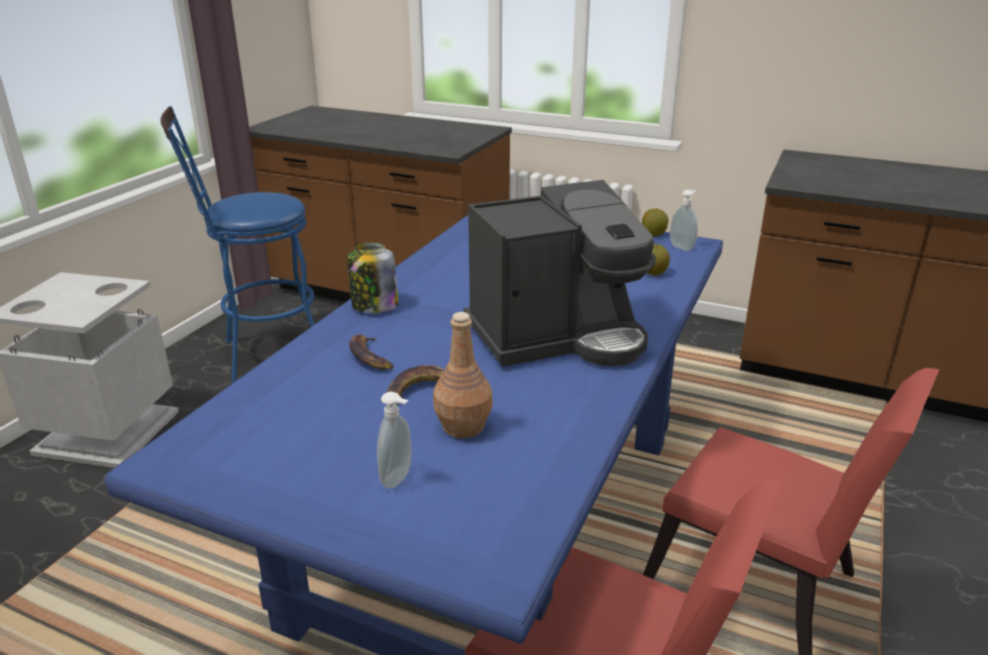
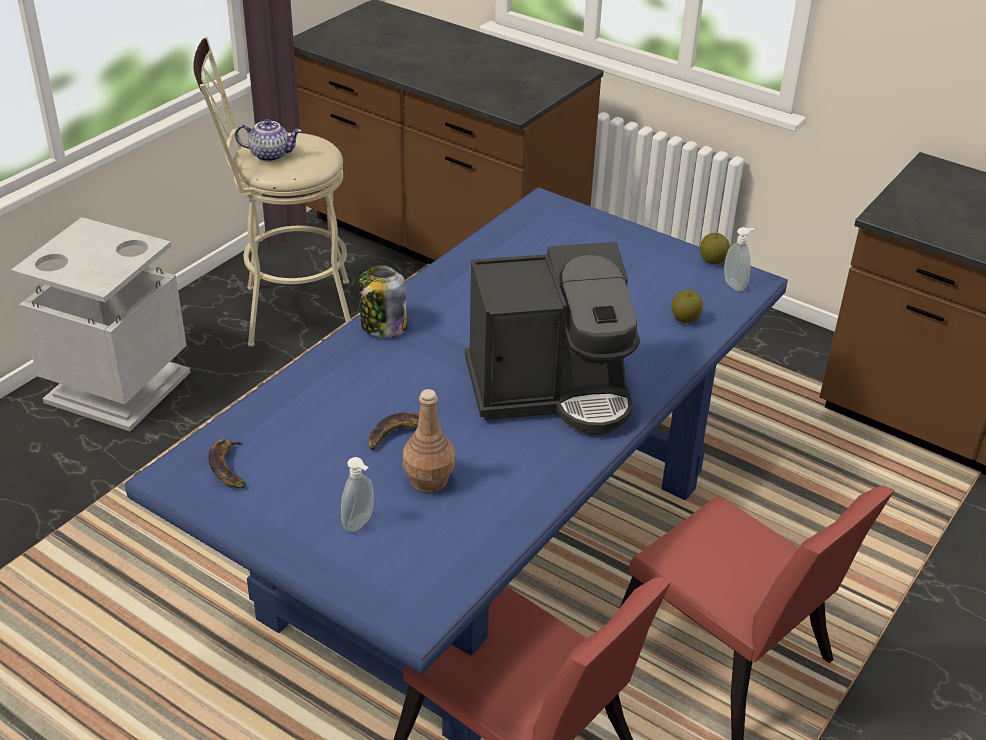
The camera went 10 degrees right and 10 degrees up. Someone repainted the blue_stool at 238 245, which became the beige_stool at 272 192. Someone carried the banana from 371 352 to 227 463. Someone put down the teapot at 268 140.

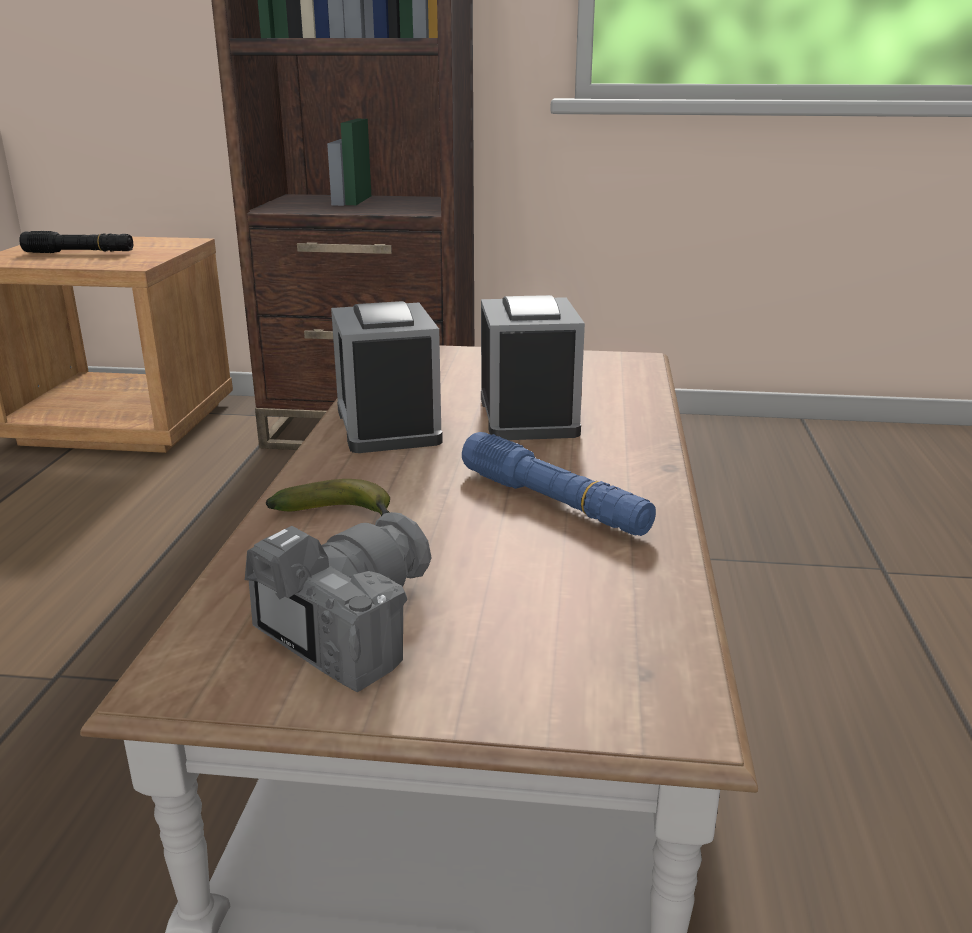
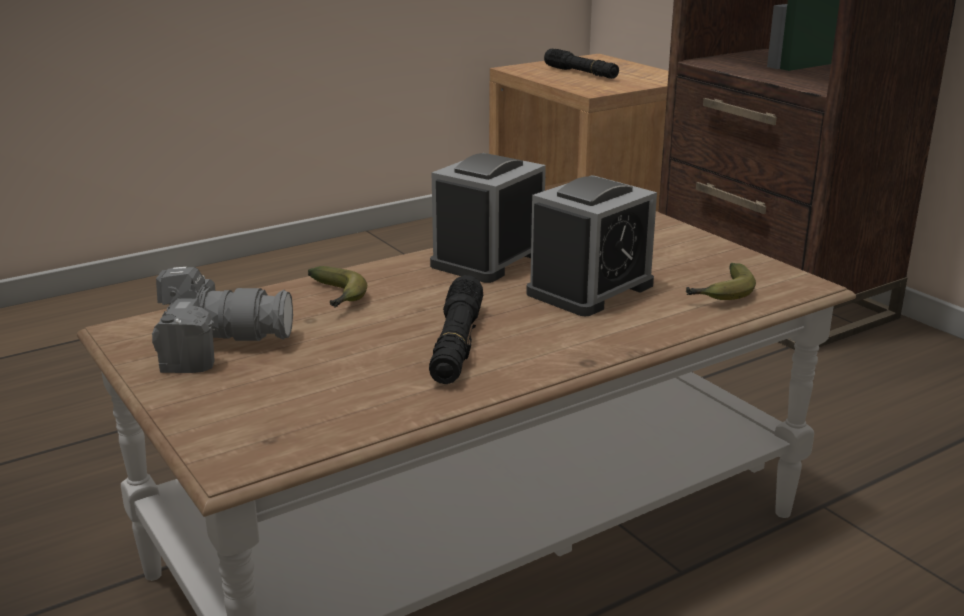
The camera went 50 degrees right and 0 degrees up. Someone repainted the blue_flashlight at 559 484, which became the black_flashlight at 456 329. Someone put down the banana at 721 281.

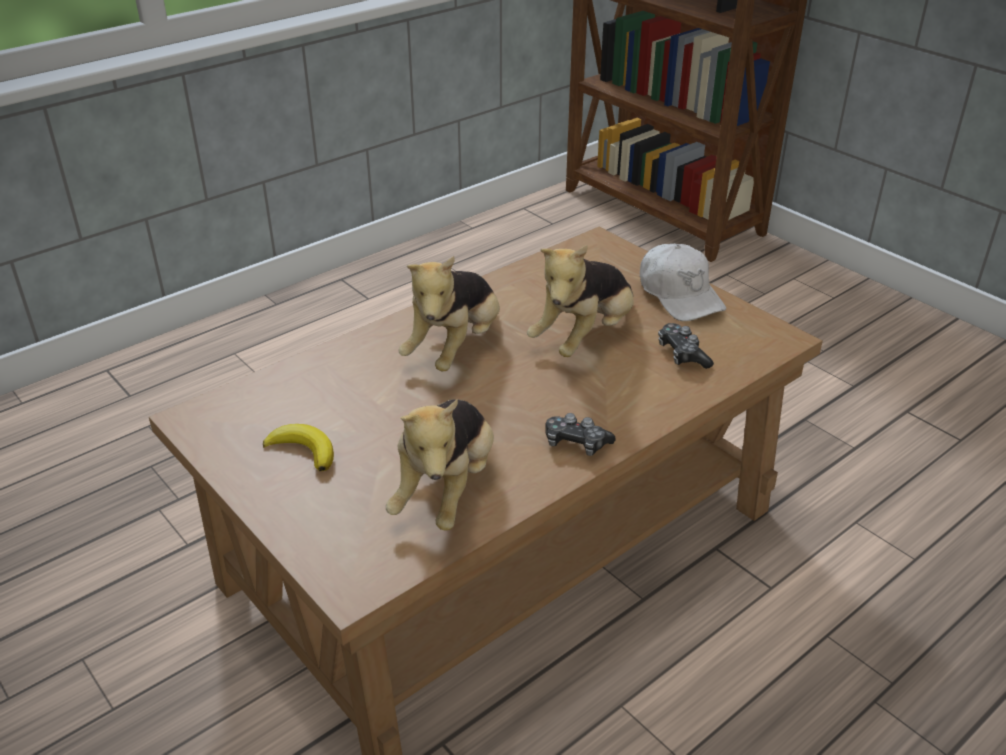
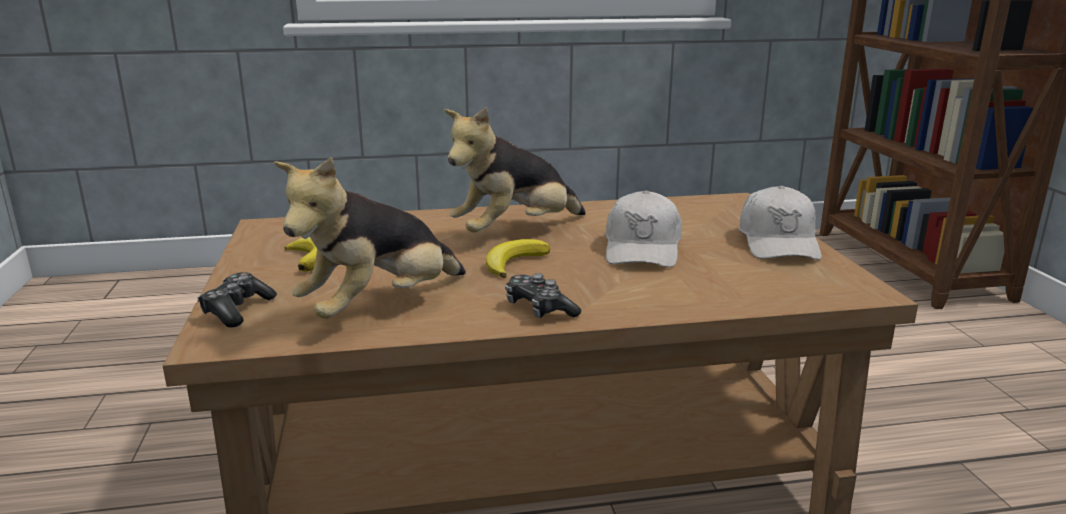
The camera went 30 degrees right and 15 degrees down. Someone swapped the plush_toy at 580 301 for the white_cap at 643 228. Someone carried the game_controller from 686 346 to 237 300. Someone put down the banana at 518 258.

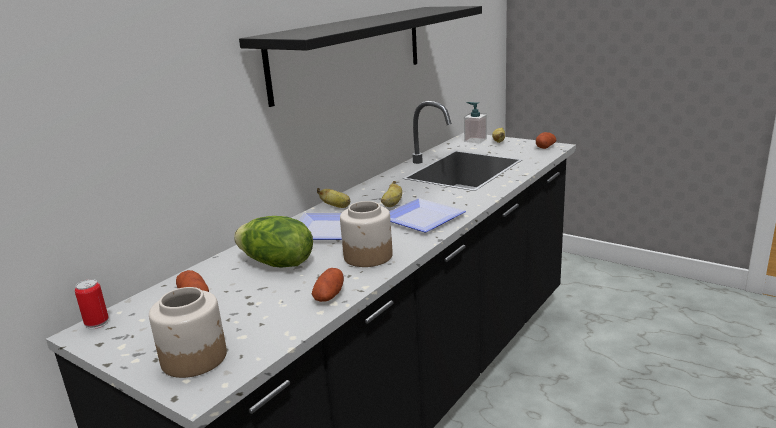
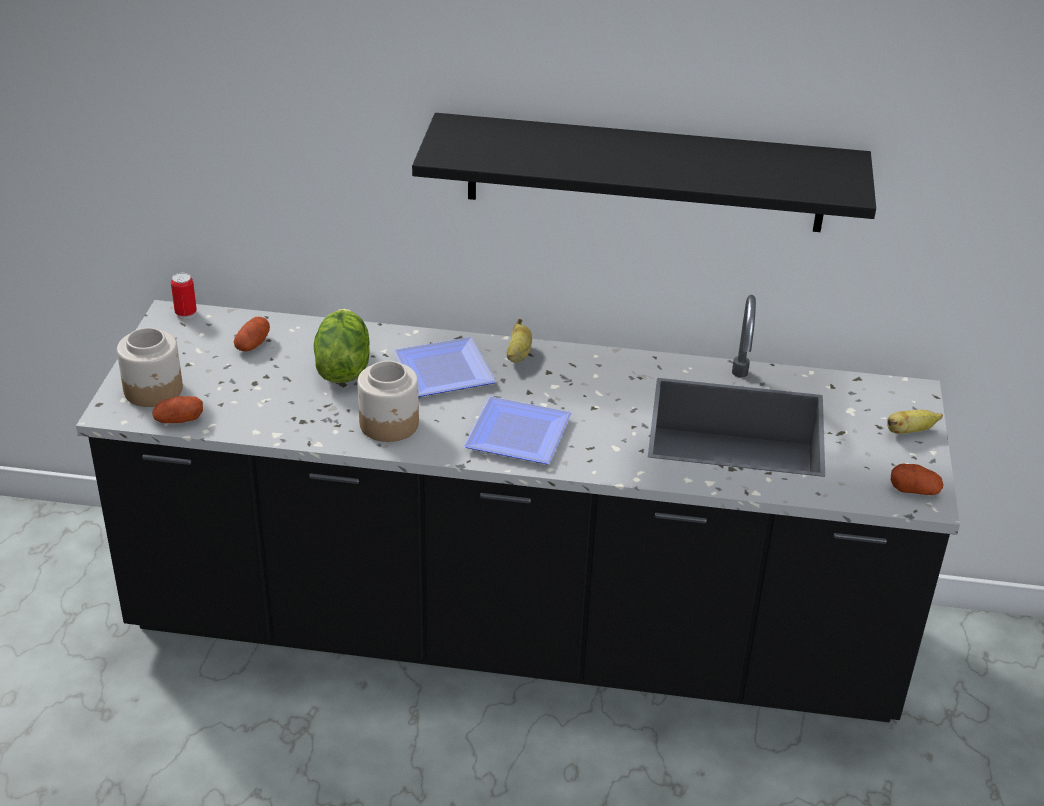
The camera went 60 degrees right and 15 degrees up. Someone took away the soap_dispenser at 475 122. Someone took away the banana at 391 194. Someone carried the potato from 328 285 to 177 409.

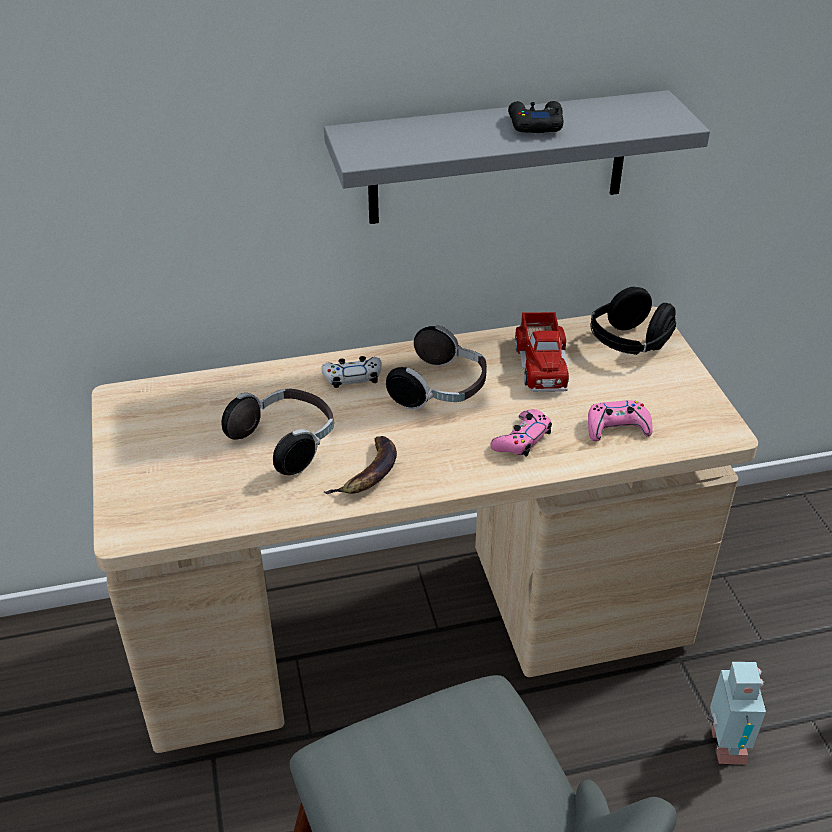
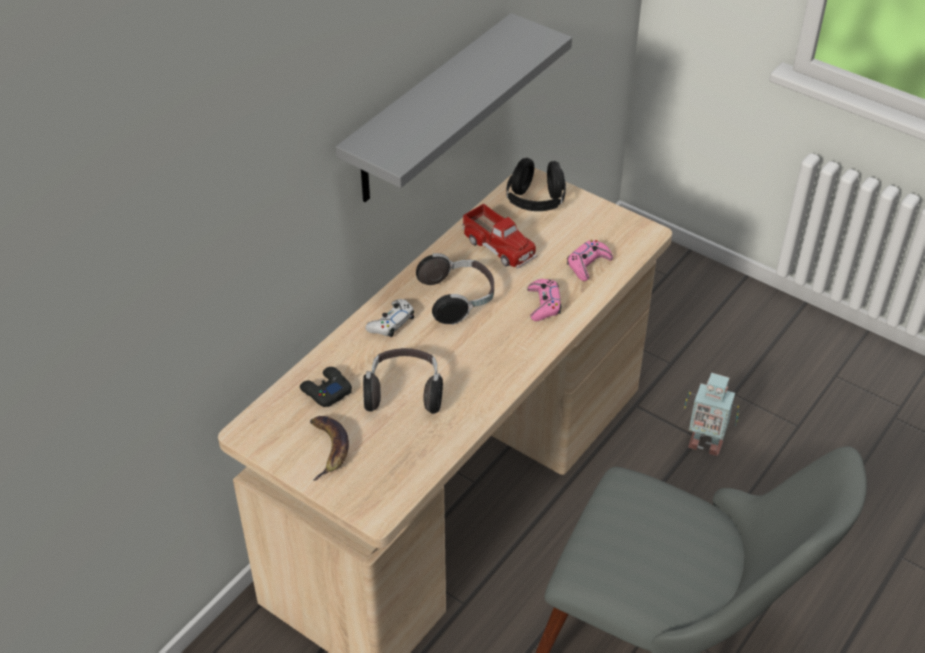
The camera went 40 degrees left and 5 degrees up. Someone carried the black_game_controller from 535 117 to 326 387. Someone carried the banana from 360 465 to 329 448. Someone rotated the toy_robot at 736 713 by 150 degrees clockwise.

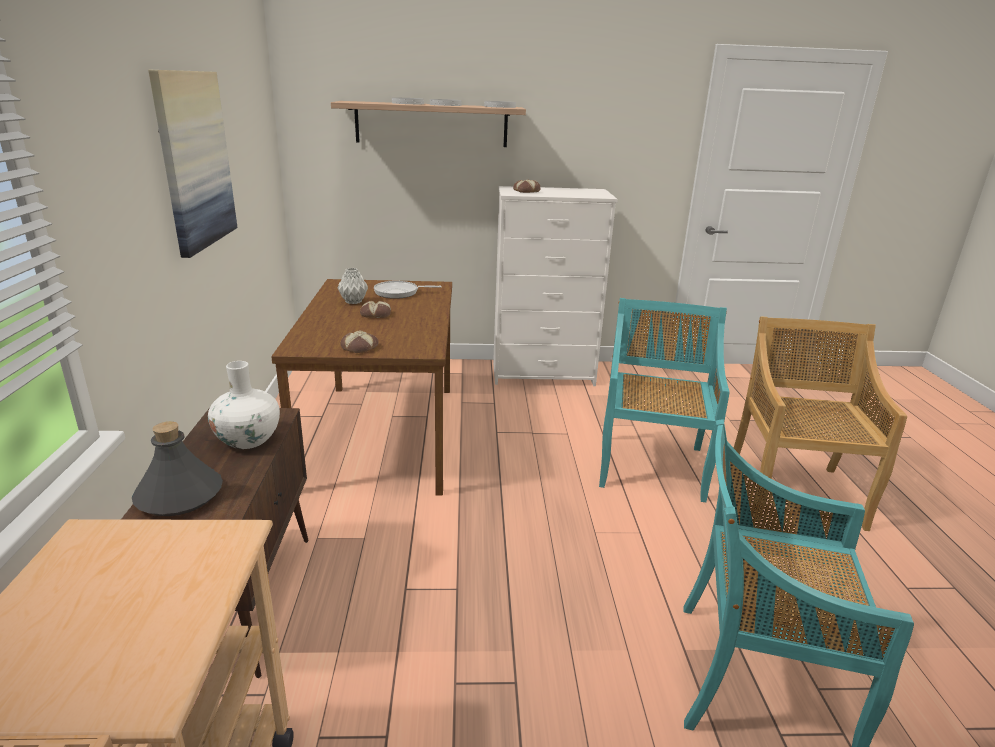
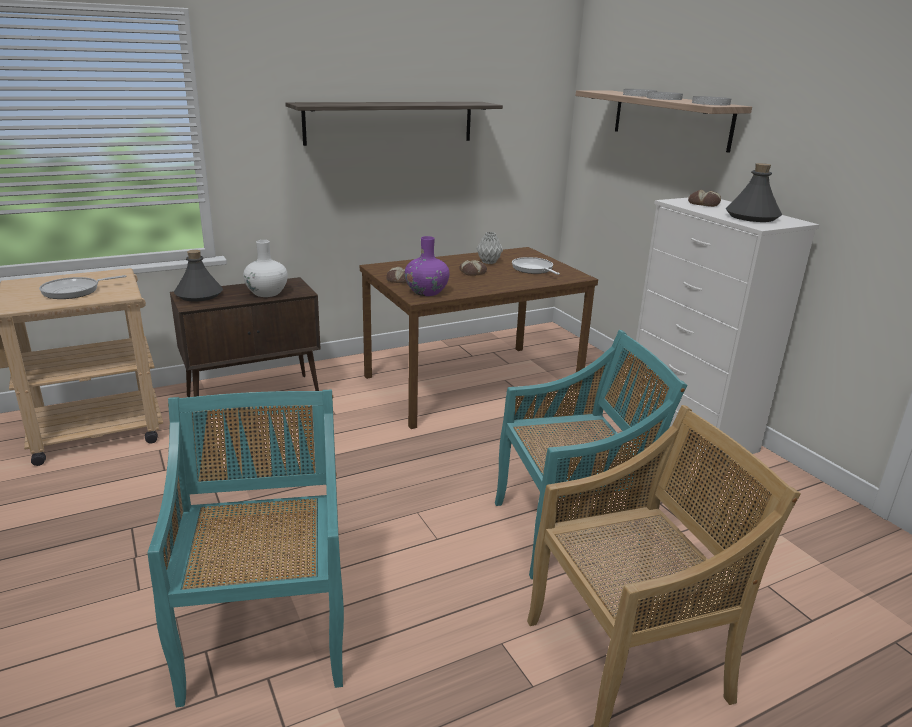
The camera went 65 degrees right and 0 degrees up. Someone swapped the picture at 192 164 for the shelf at 394 124. Someone put down the grey_bottle at 753 192. Someone put down the purple_vase at 427 266. Someone put down the frying_pan at 83 287.

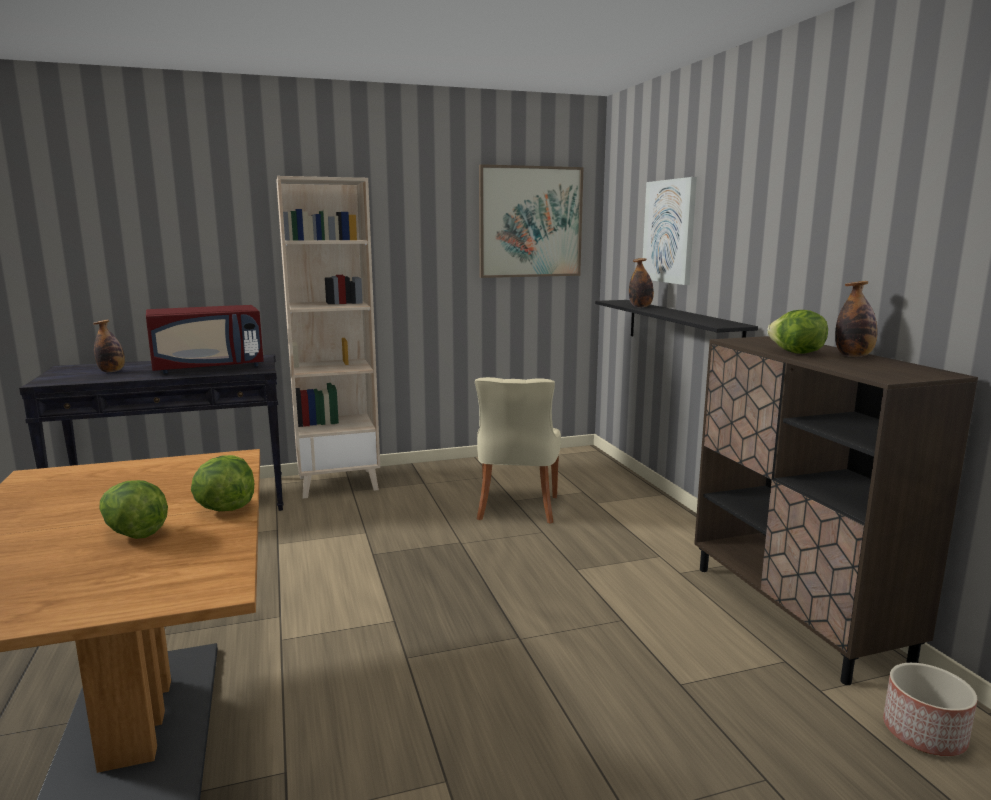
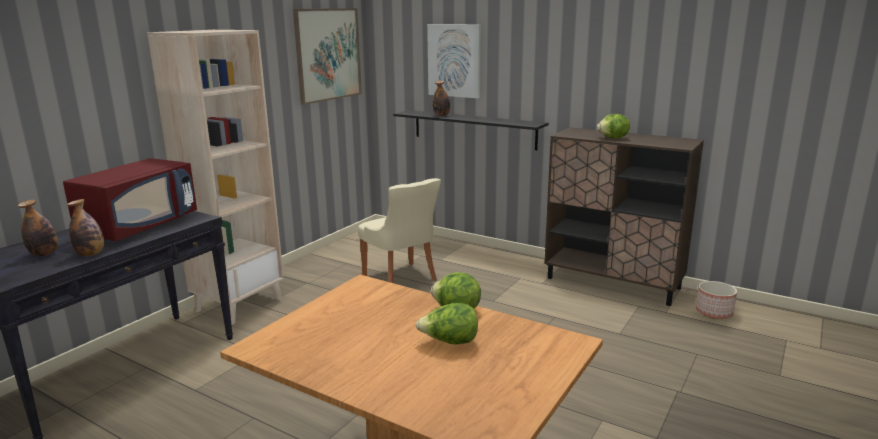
The camera went 40 degrees left and 5 degrees up. Someone carried the bottle from 856 319 to 85 227.

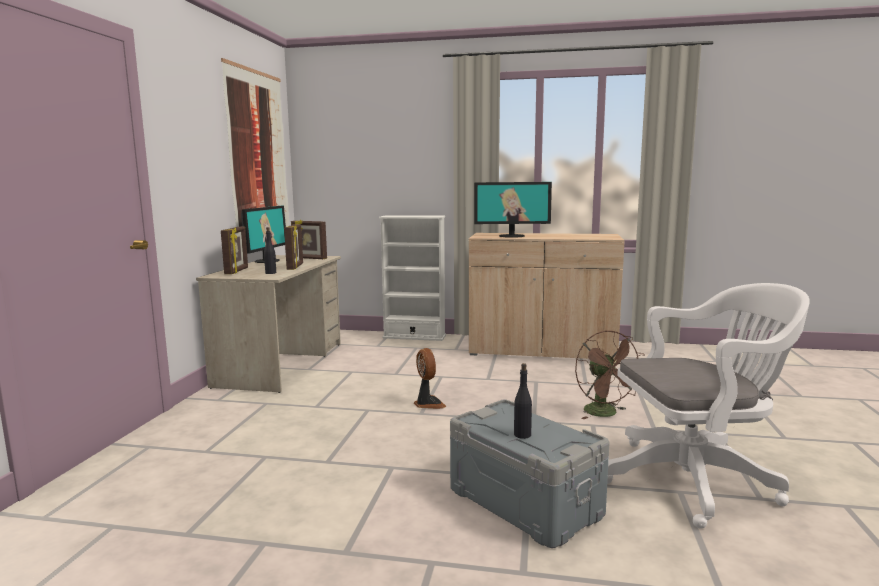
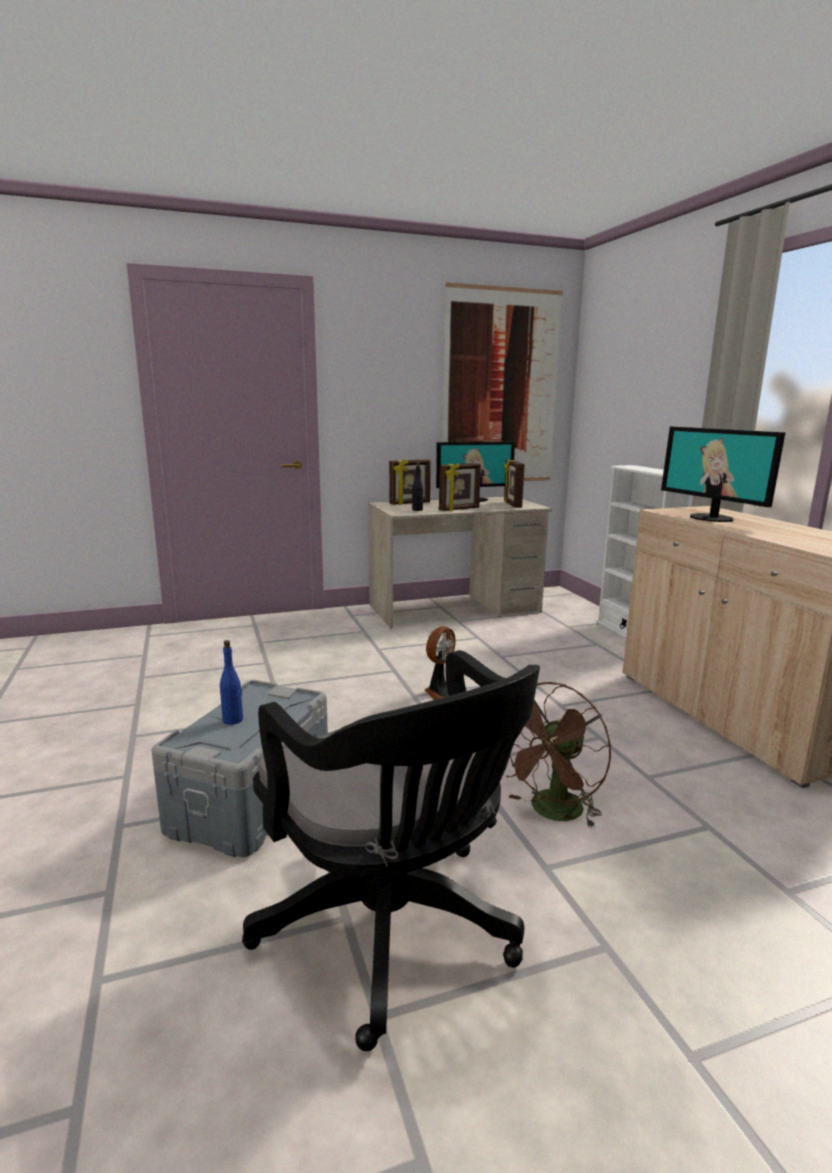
The camera went 60 degrees right and 5 degrees up. Someone repainted the white_office_chair at 708 406, which became the black_office_chair at 391 850. Someone repainted the black_bottle at 523 401, which became the blue_bottle at 231 682.

